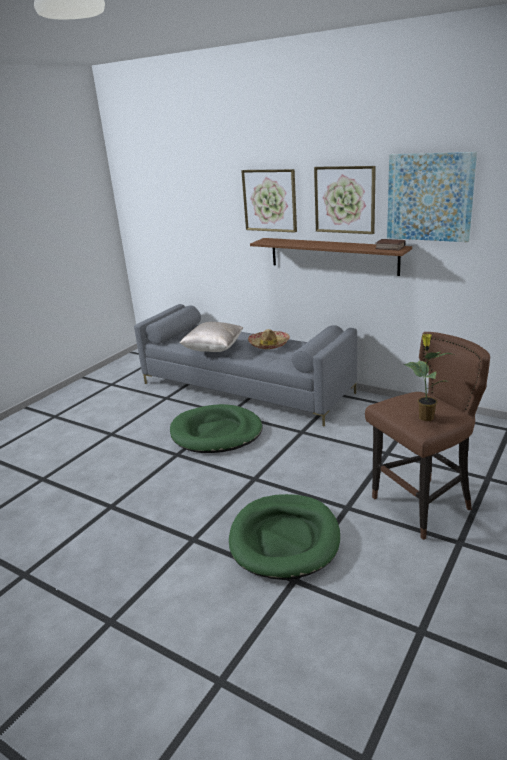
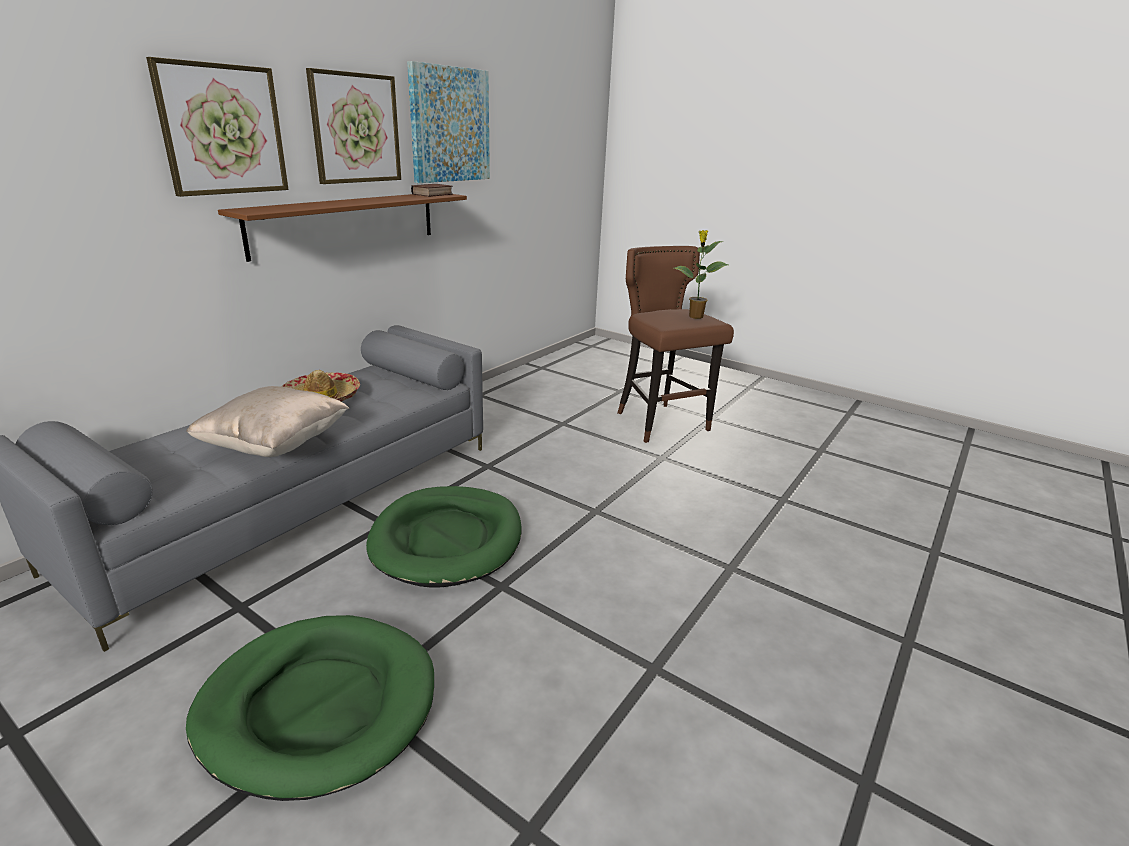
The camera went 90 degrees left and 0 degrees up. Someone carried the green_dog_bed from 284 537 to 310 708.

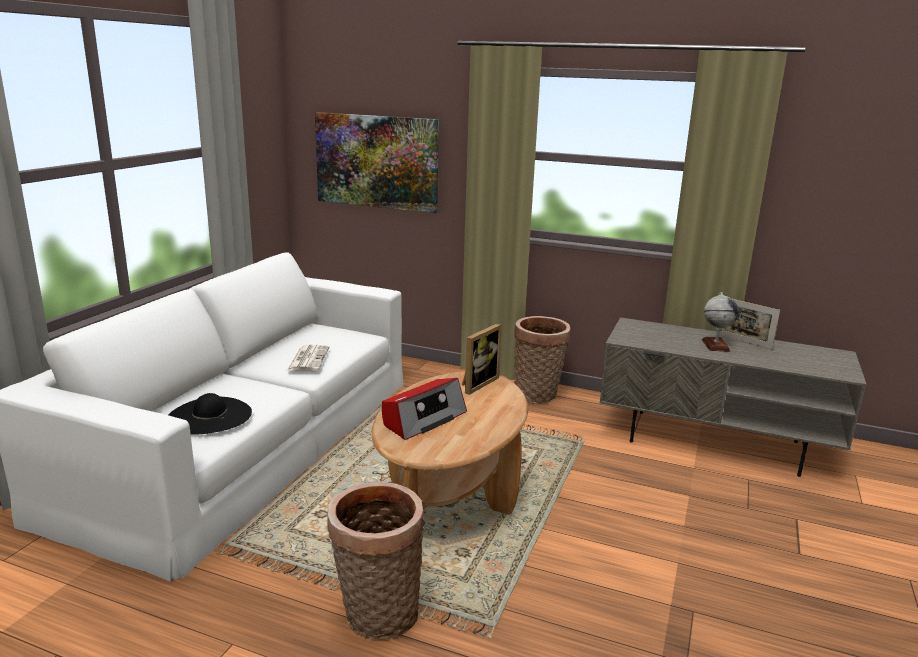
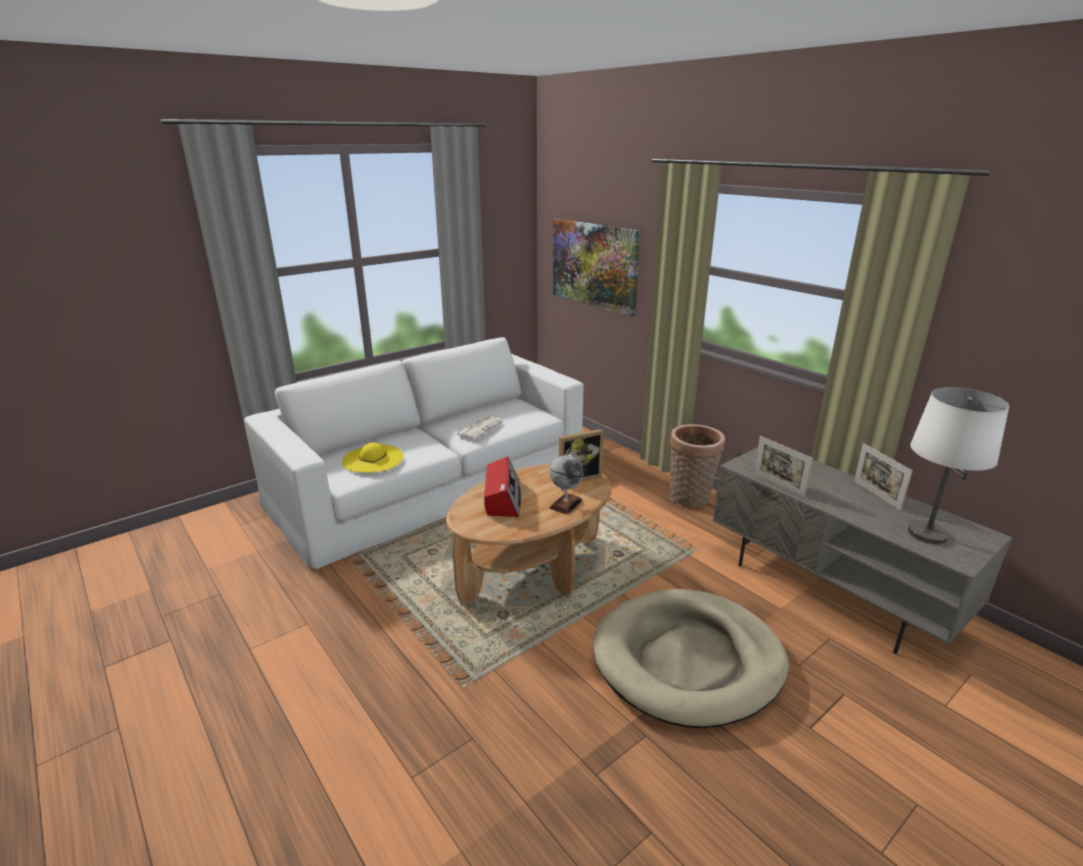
The camera went 30 degrees right and 5 degrees up. Someone carried the globe from 720 322 to 566 483. Someone rotated the radio at 424 409 by 75 degrees counterclockwise. Someone repainted the black_hat at 210 414, which became the yellow_hat at 372 457. Someone took away the basket at 376 560. Someone put down the white_table_lamp at 958 465. Someone put down the picture_frame at 783 467. Someone put down the beige_dog_bed at 691 658.

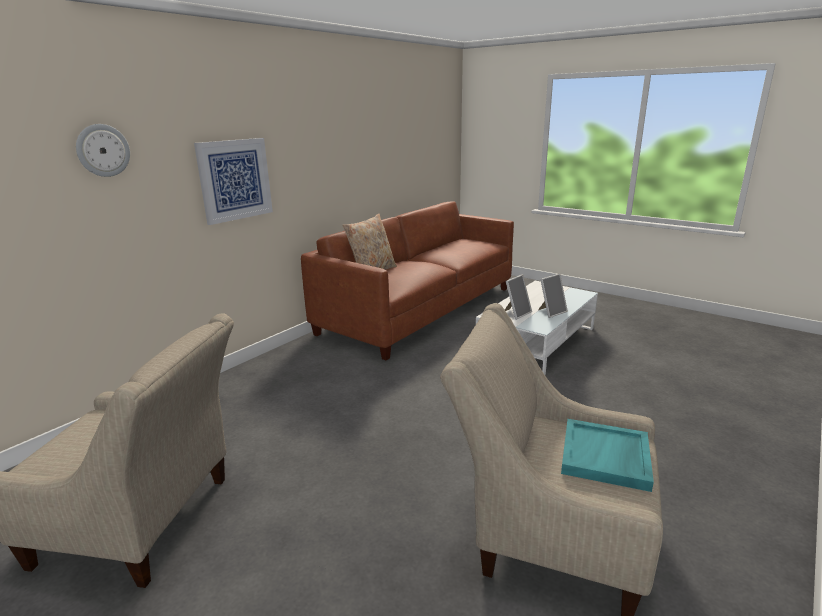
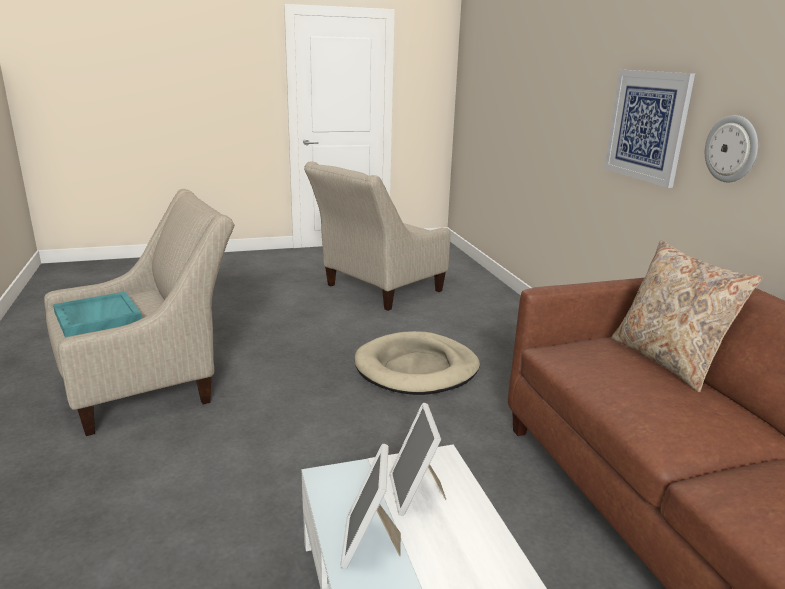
The camera went 125 degrees right and 0 degrees up. Someone carried the wall_clock from 103 150 to 731 149. Someone put down the beige_dog_bed at 417 363.

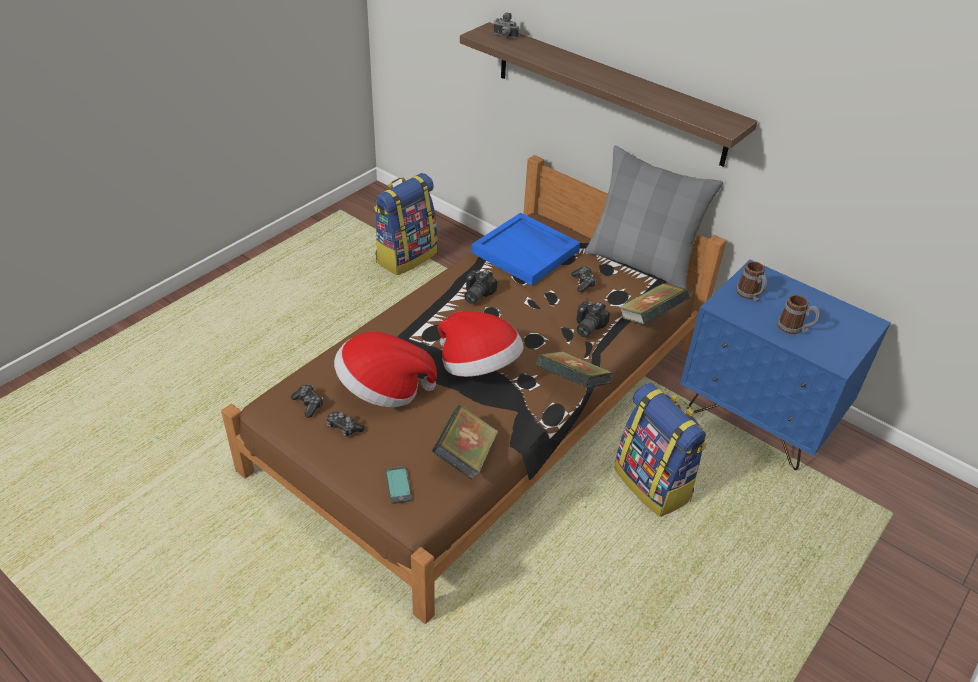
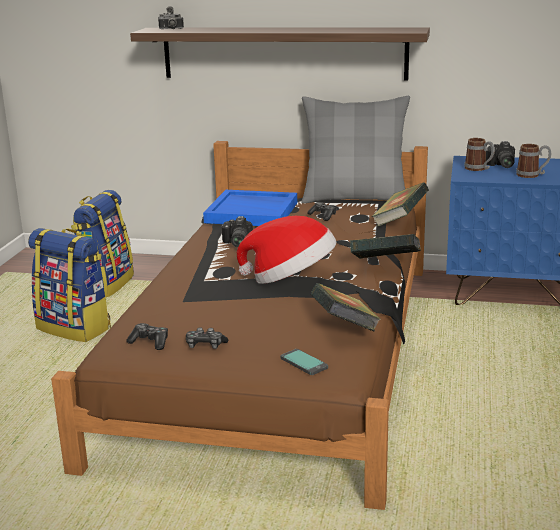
The camera went 25 degrees left and 20 degrees down. Someone carried the photo_camera from 593 319 to 500 154. Someone took away the hat at 385 369. Someone carried the backpack from 660 450 to 69 285.

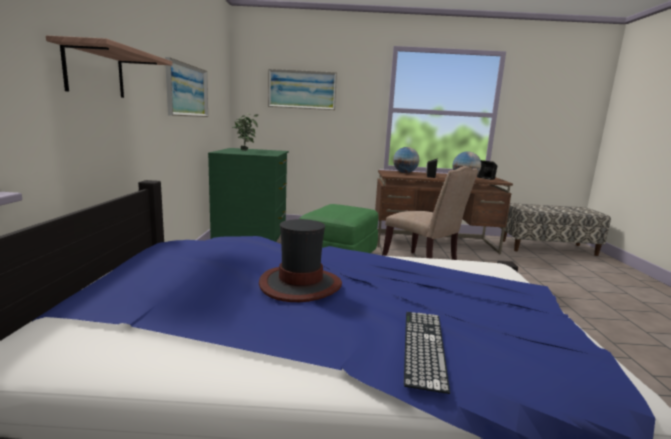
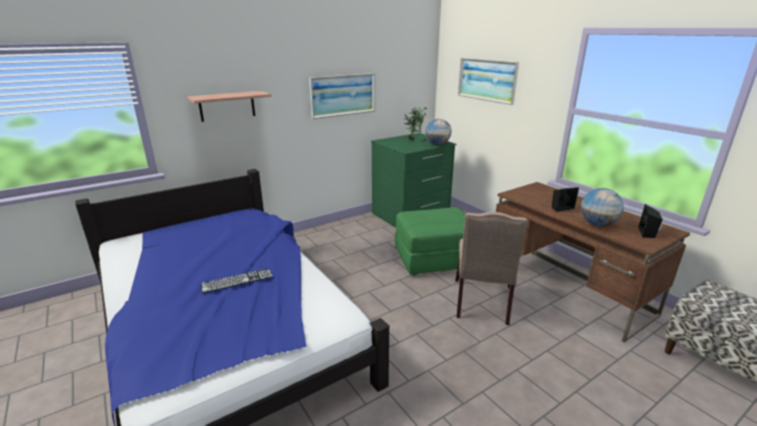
The camera went 55 degrees right and 10 degrees up. Someone carried the globe from 406 160 to 438 132. Someone took away the hat at 300 260. Someone carried the keyboard from 427 353 to 237 280.

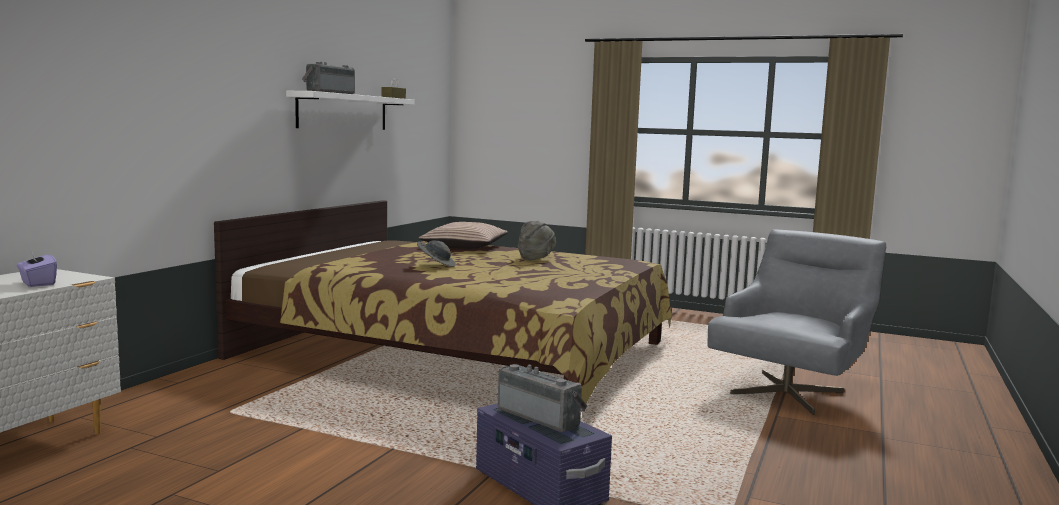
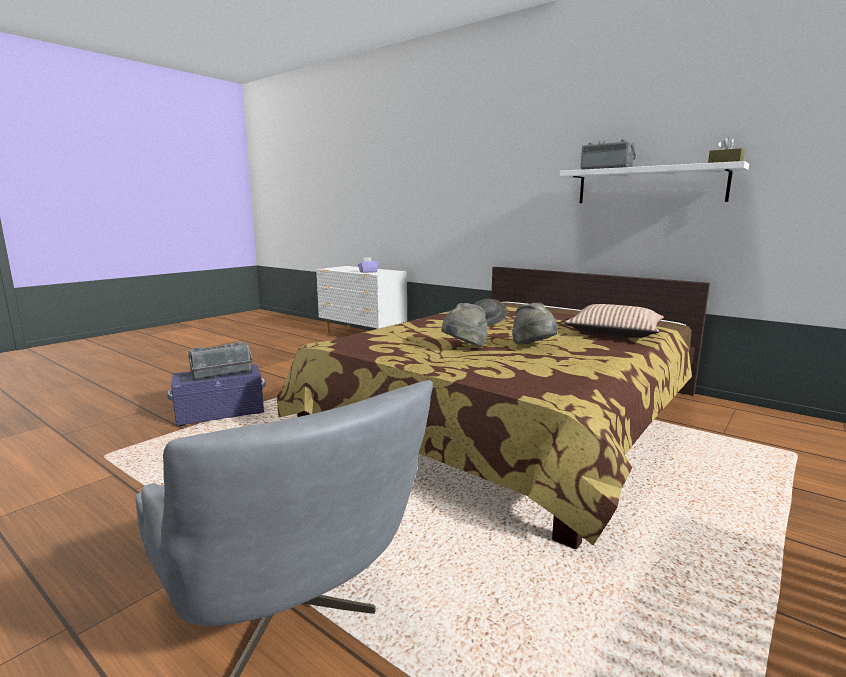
The camera went 105 degrees right and 5 degrees up. Someone put down the grey_hat at 464 325.

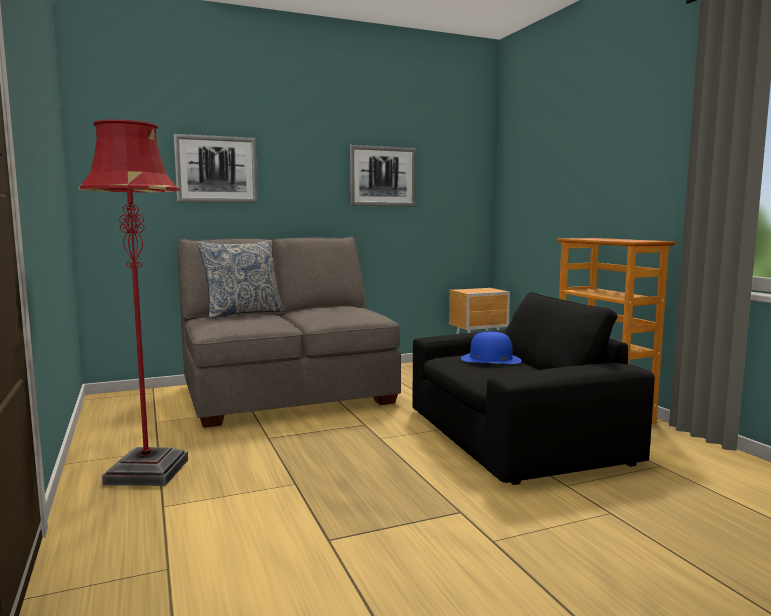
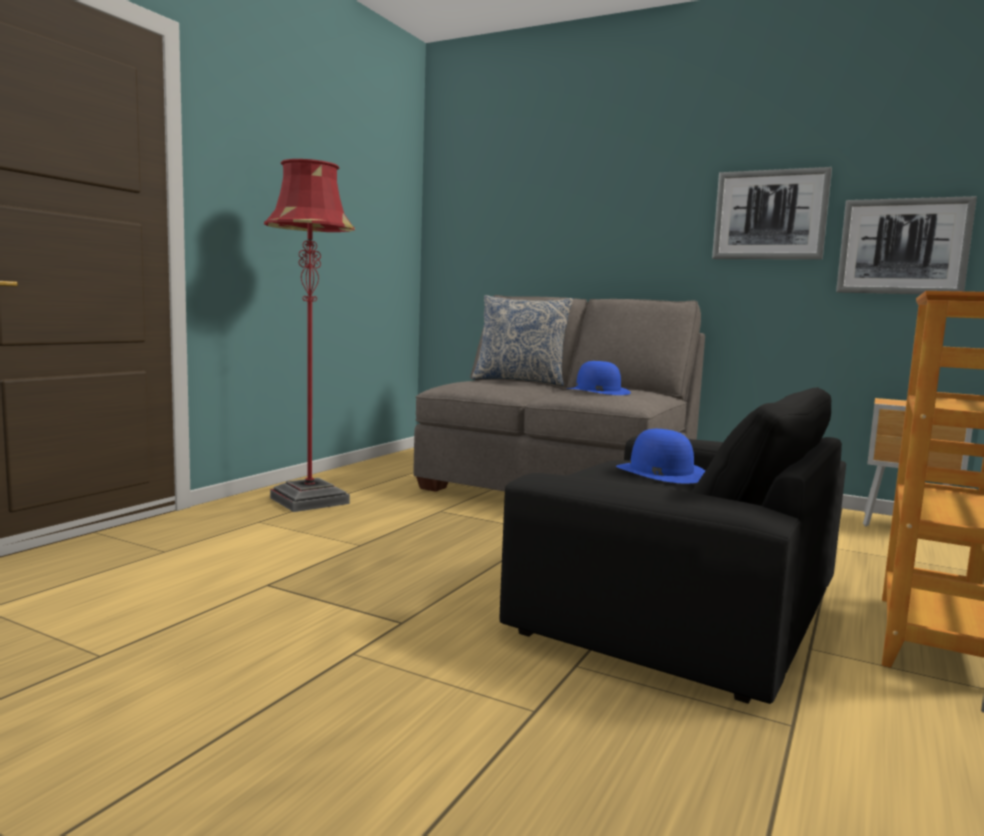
The camera went 50 degrees right and 0 degrees up. Someone carried the picture from 215 168 to 906 245. Someone put down the blue_hat at 599 378.

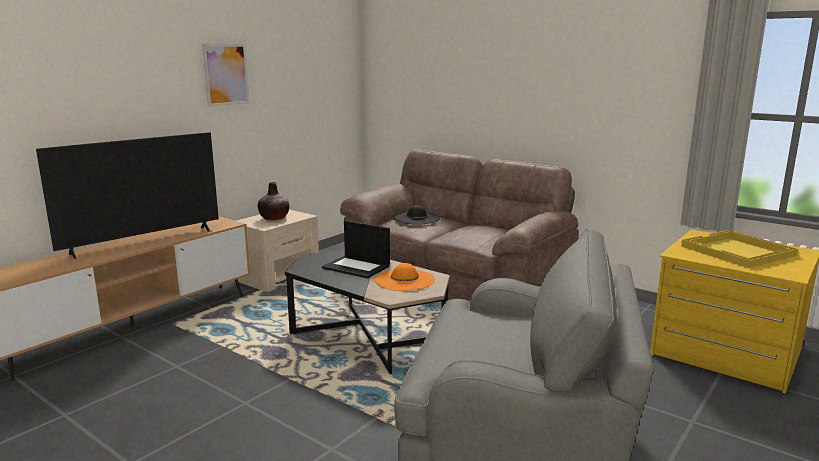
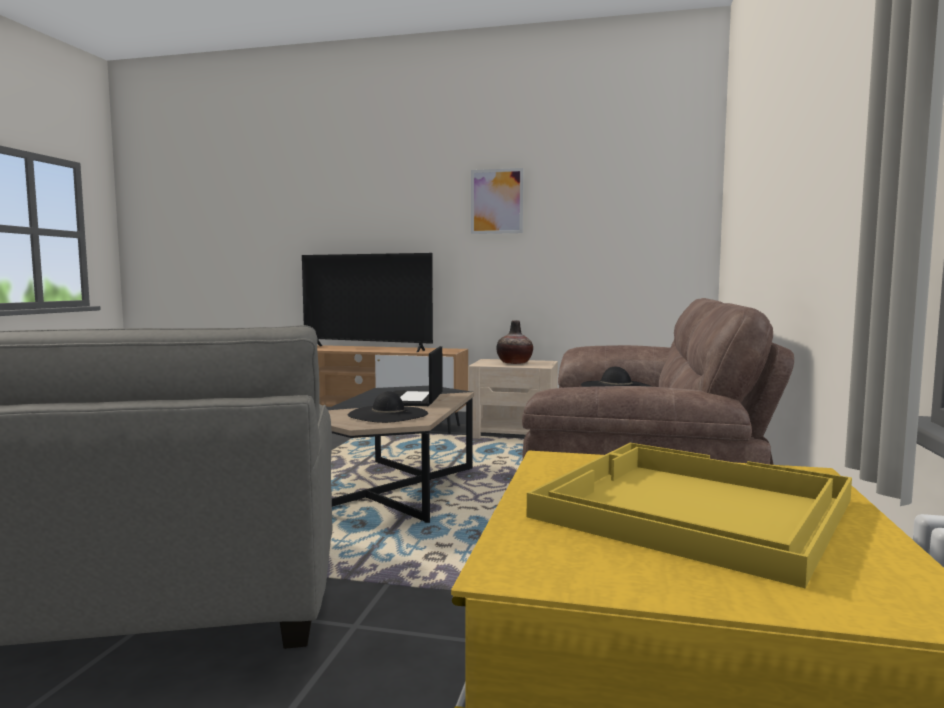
The camera went 65 degrees right and 10 degrees down. Someone repainted the orange_hat at 404 277, which became the black_hat at 388 407.

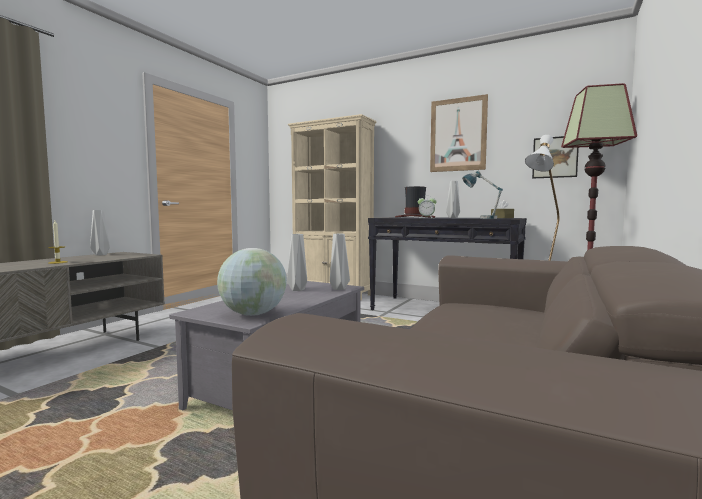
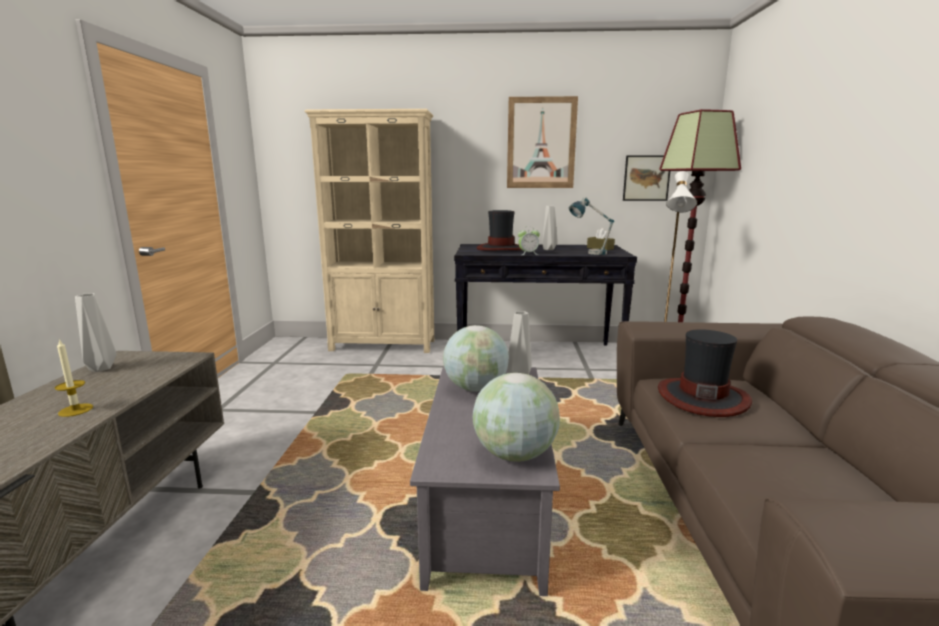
The camera went 25 degrees left and 10 degrees up. Someone swapped the grey_vase at 297 262 for the globe at 476 358. Someone put down the hat at 705 373.

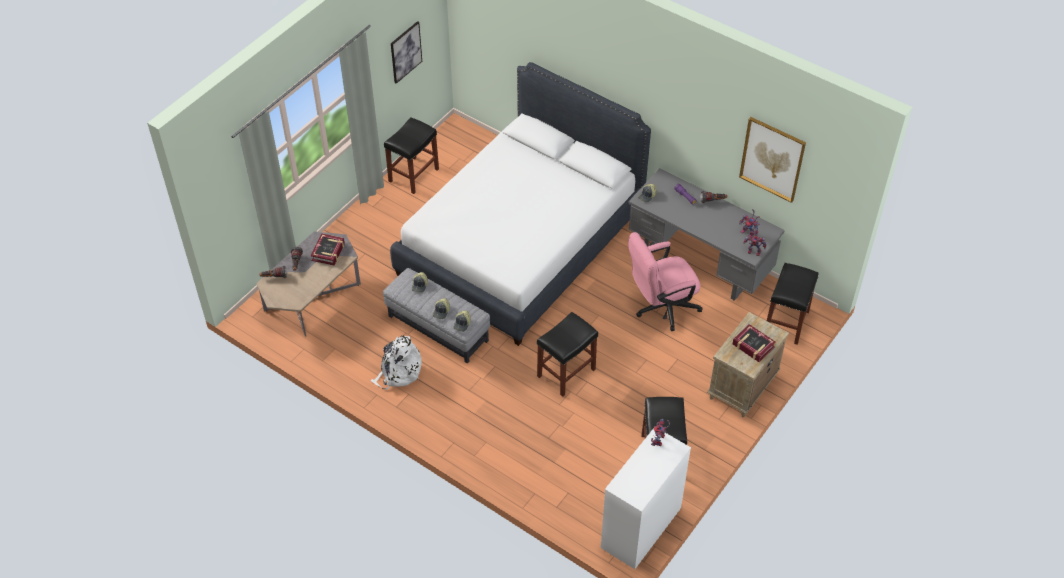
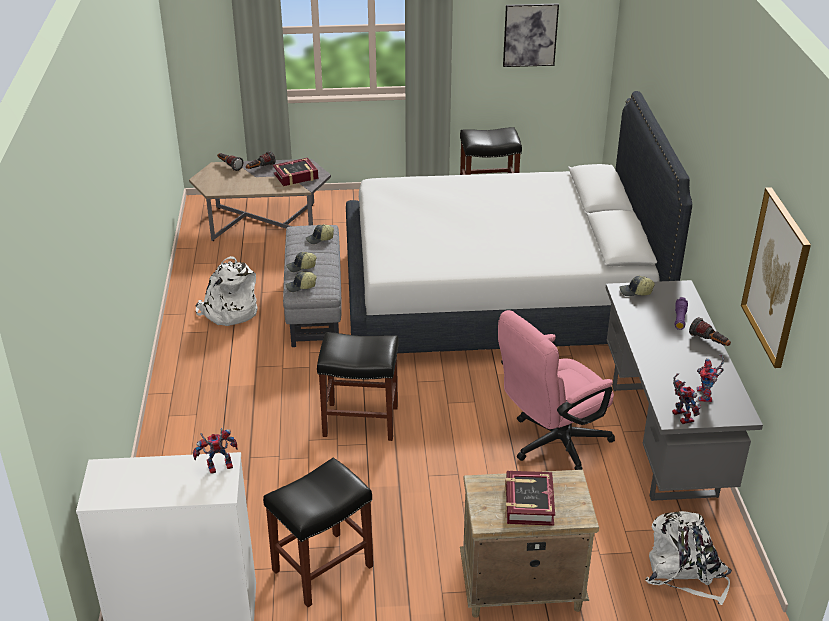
The camera went 50 degrees right and 15 degrees down. Someone rotated the pink_office_chair at 665 281 by 60 degrees counterclockwise. Someone swapped the black_stool at 792 304 for the white_backpack at 688 558.

